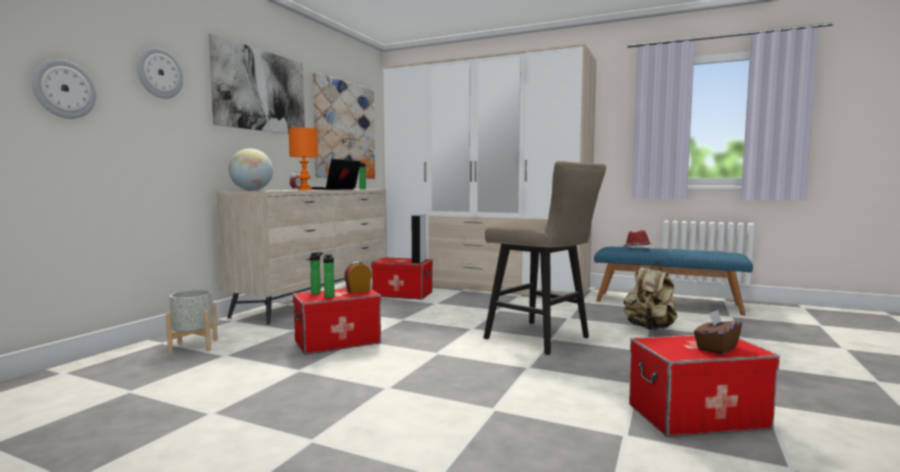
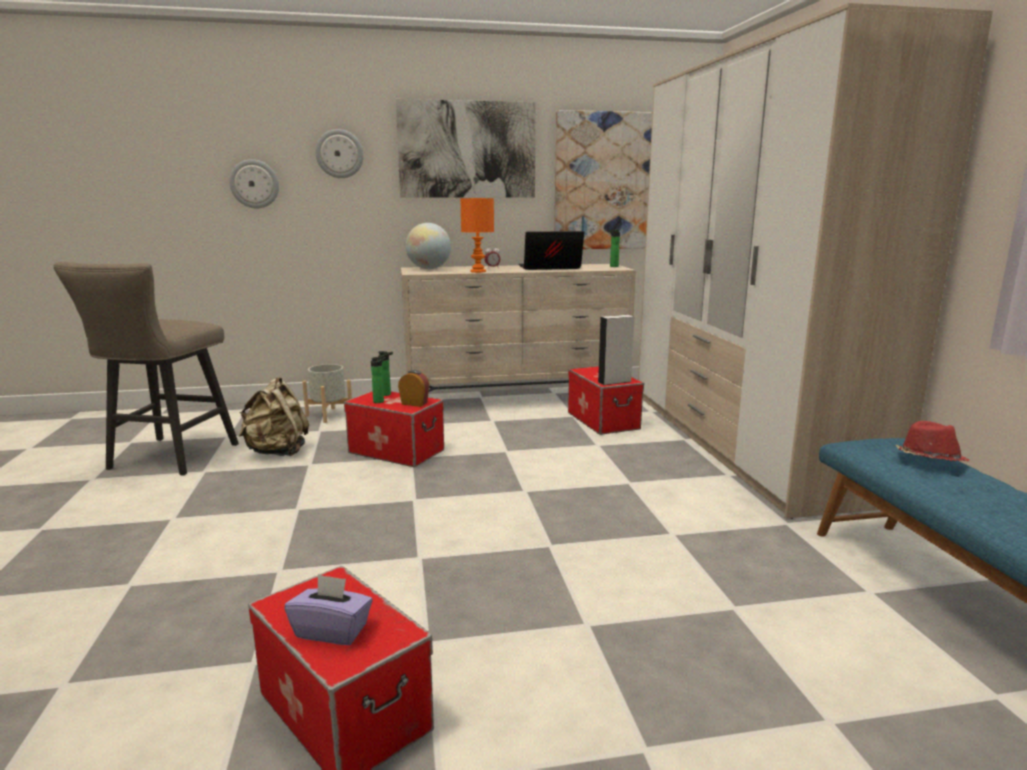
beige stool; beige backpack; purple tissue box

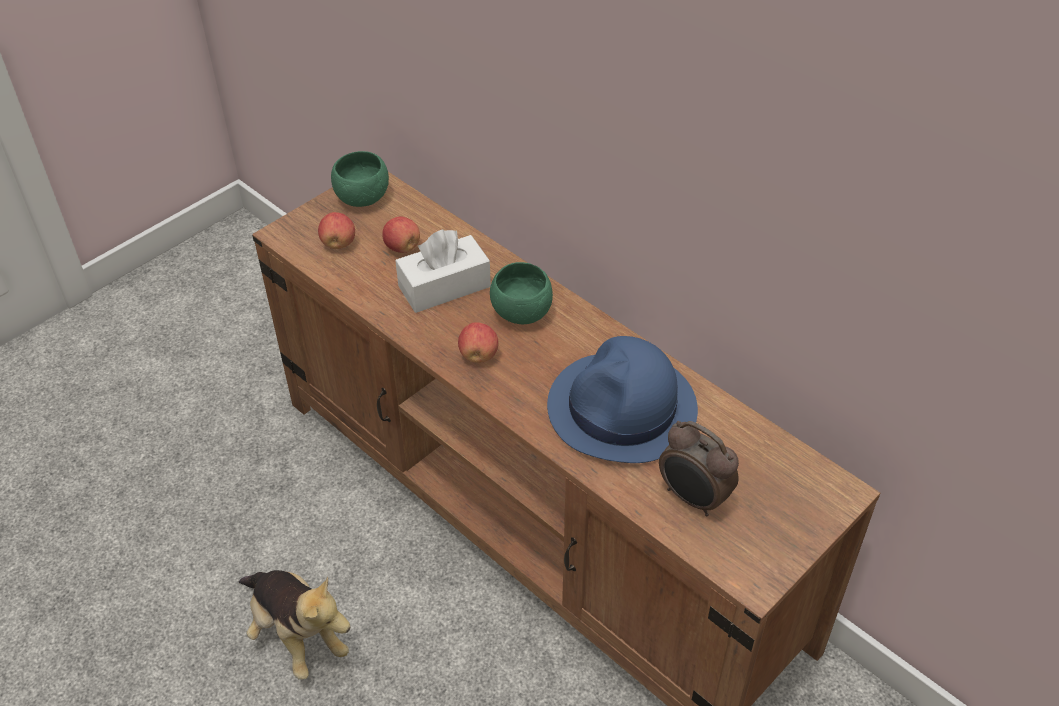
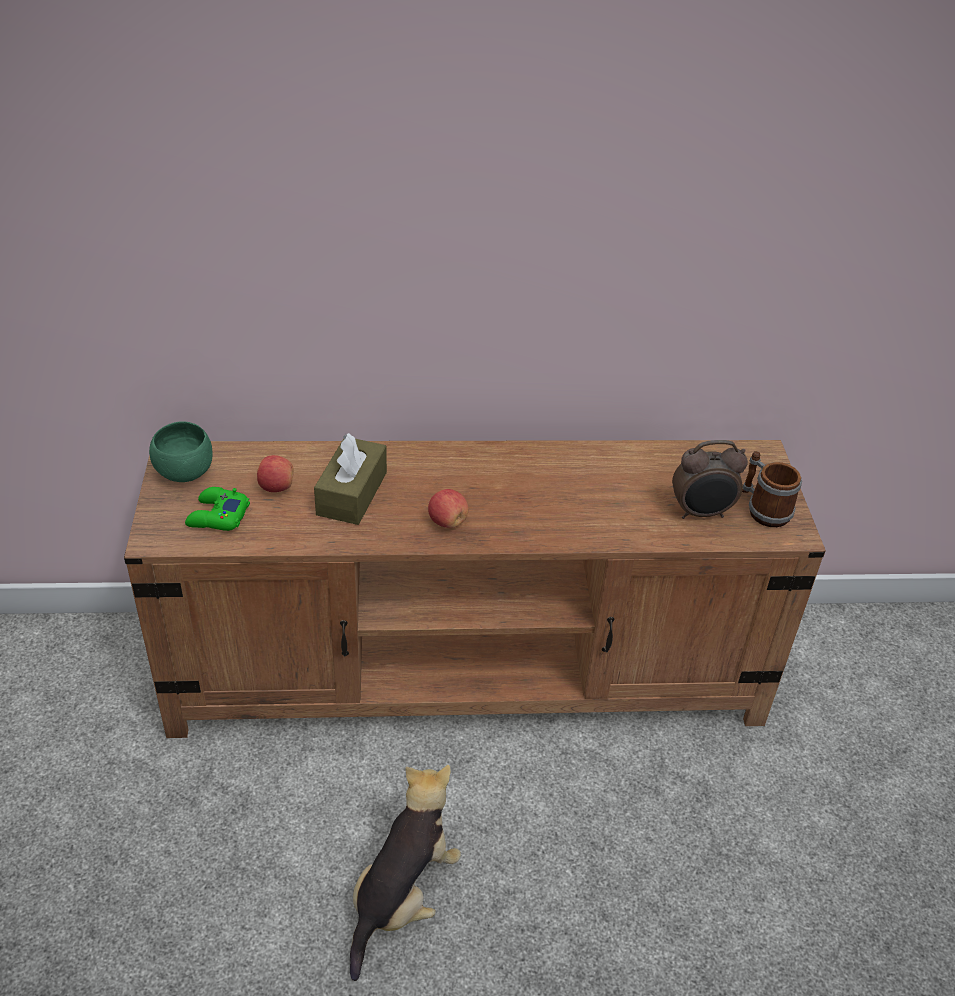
green bowl (no. 2 from left in the first image); blue hat; mug; green game controller; brown tissue box; plush toy

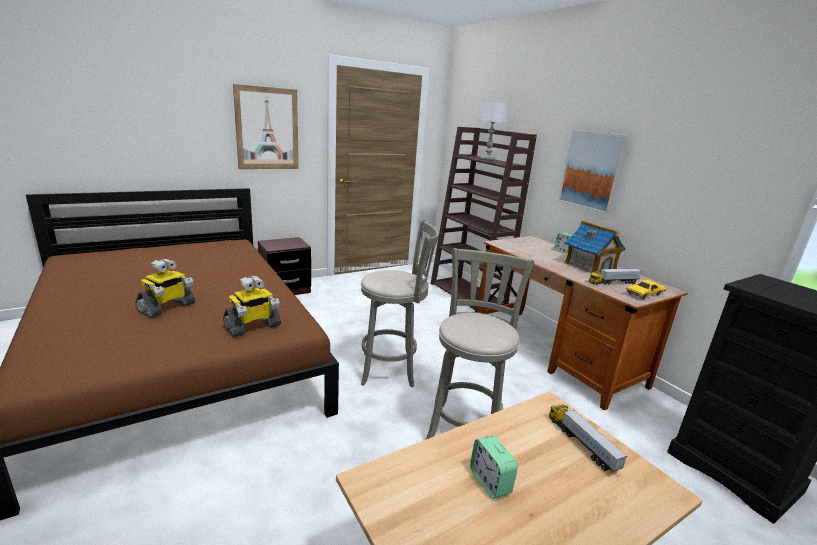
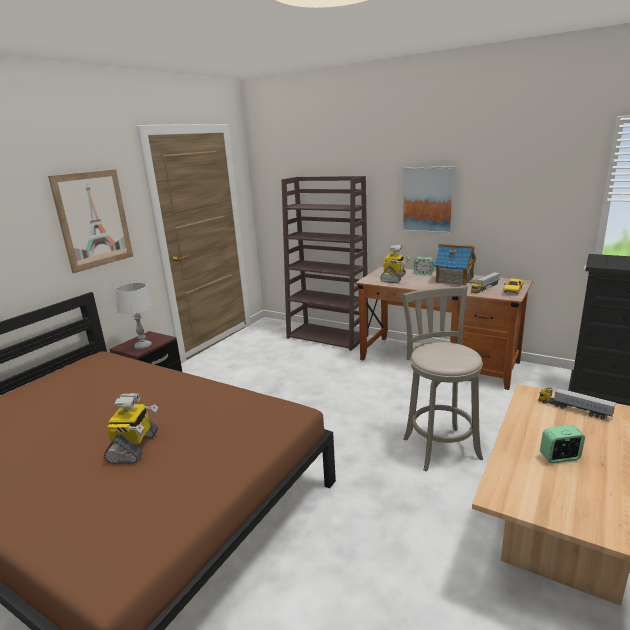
grey stool (no. 1 from left in the first image); toy robot (no. 2 from left); grey table lamp; alarm clock (no. 2 from left)

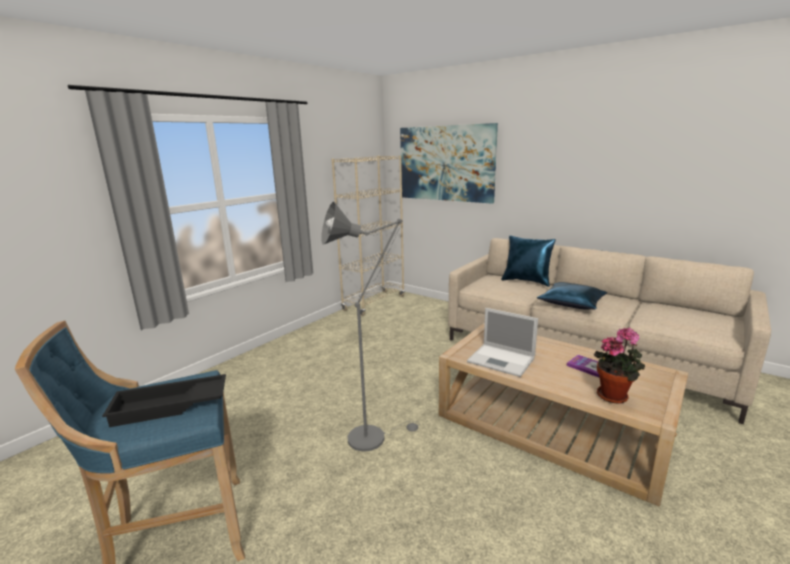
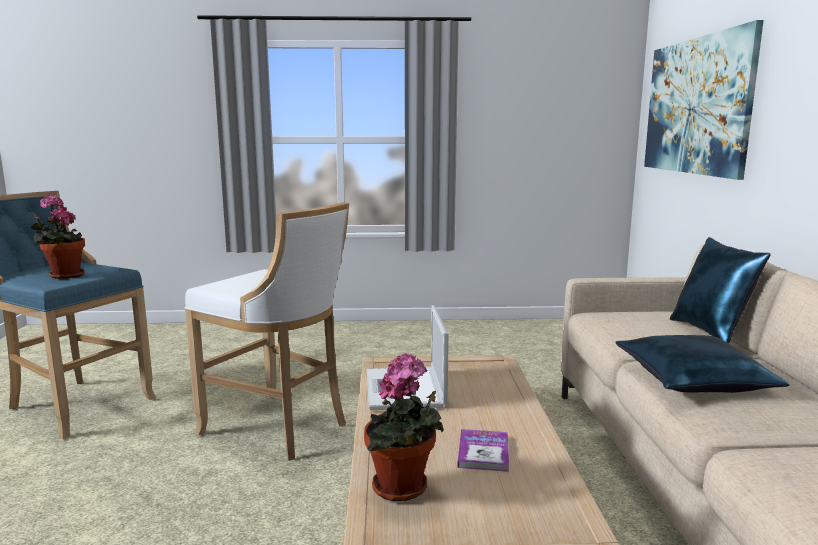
beige bookcase; potted plant (no. 1 from left); white stool

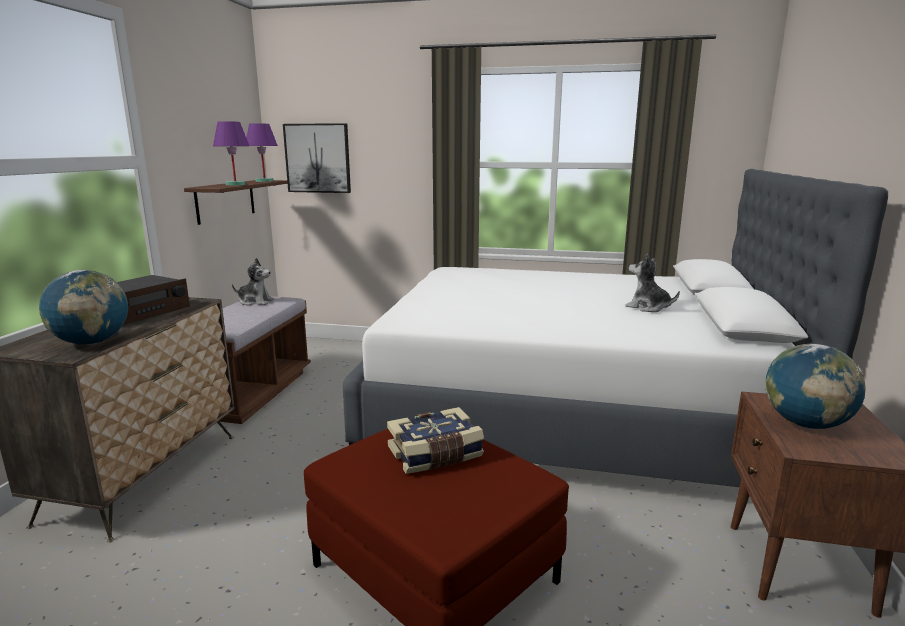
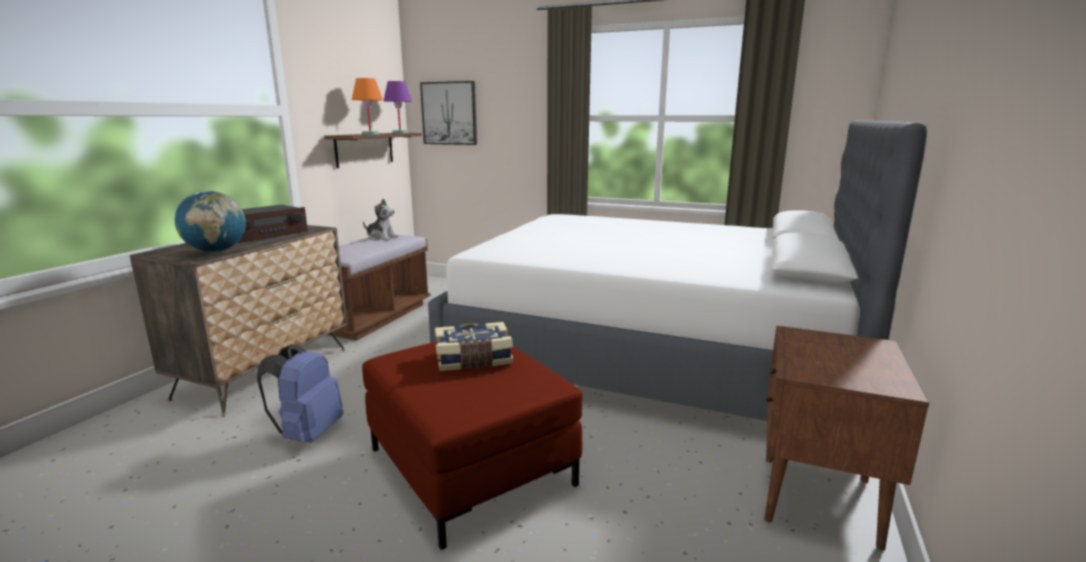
plush toy (no. 2 from left in the first image); globe (no. 2 from left in the first image); blue backpack; orange table lamp

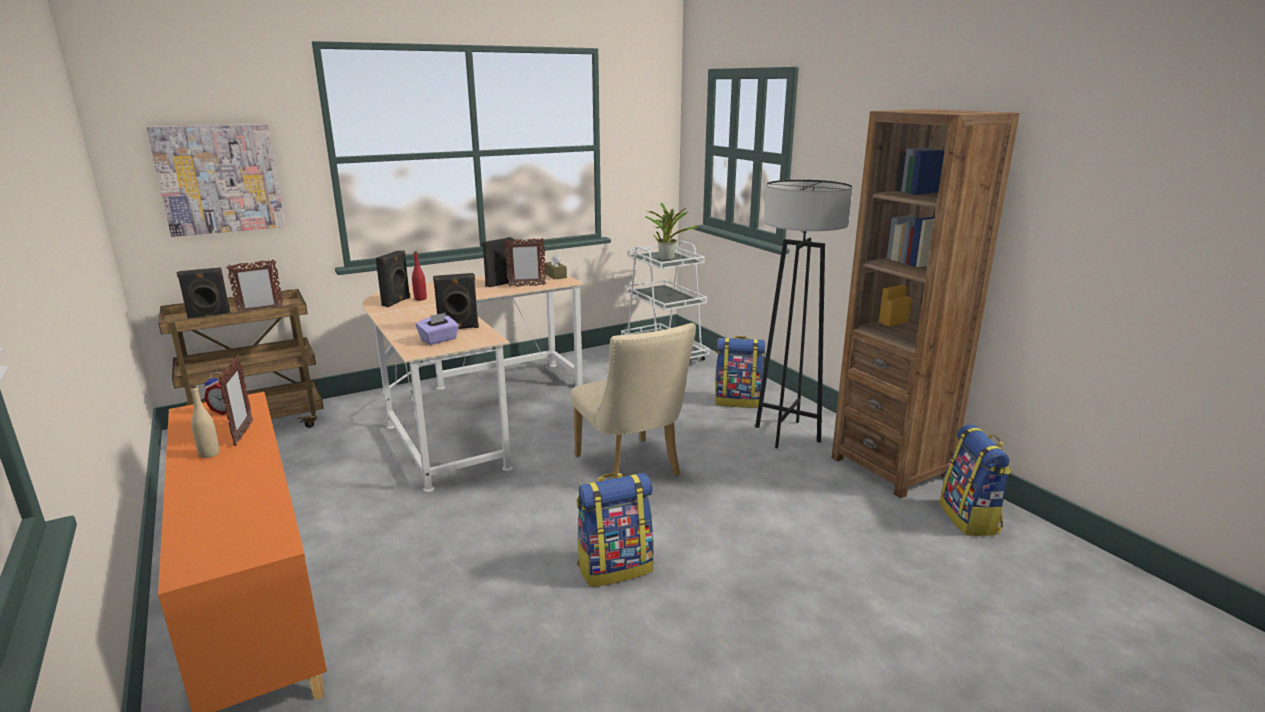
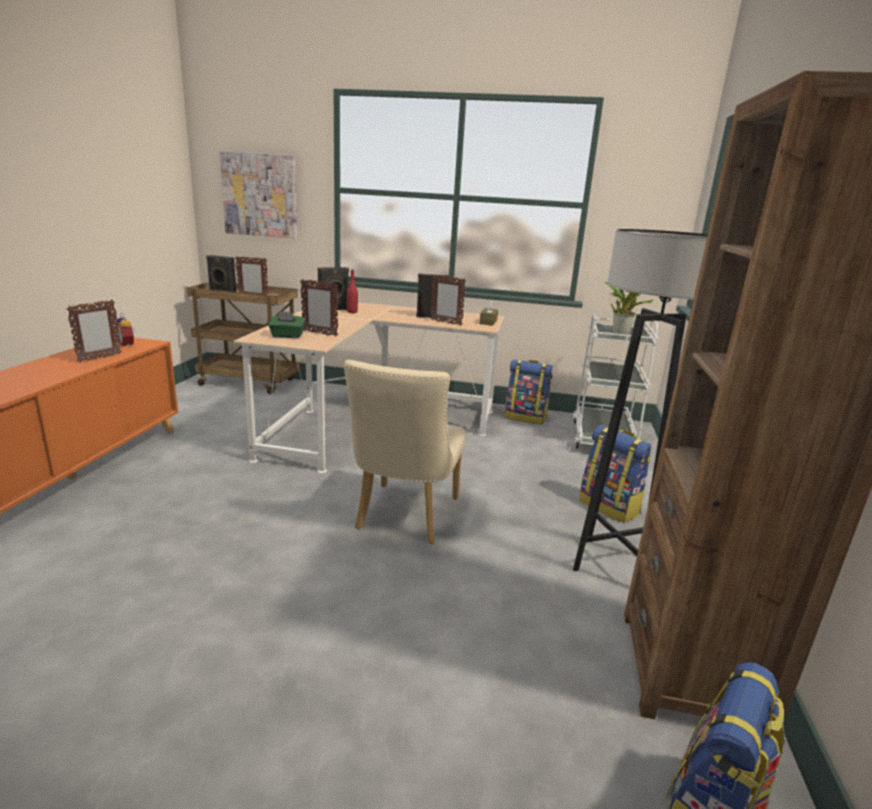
beige bottle; backpack (no. 1 from left); picture frame (no. 3 from left); green tissue box

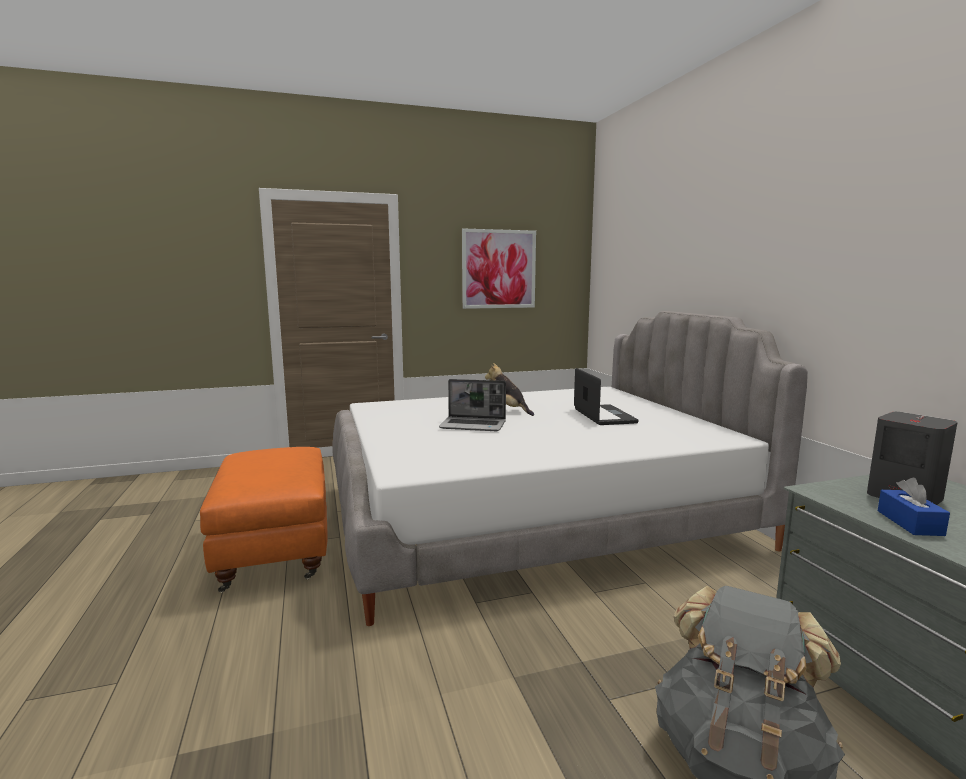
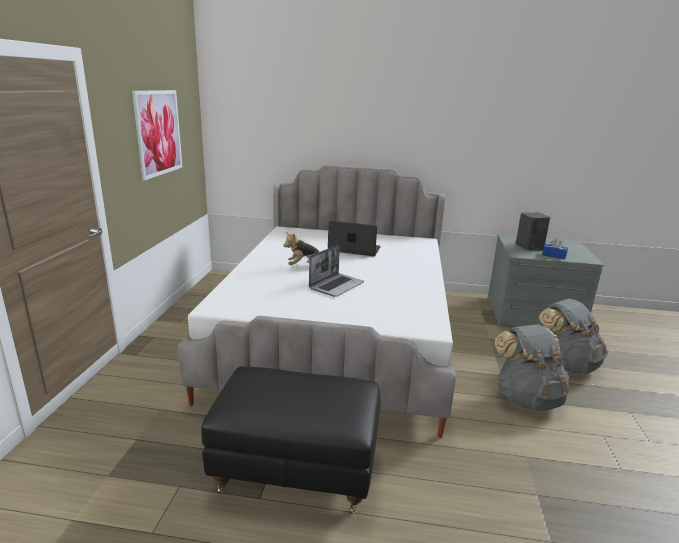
grey backpack (no. 1 from left); black ottoman

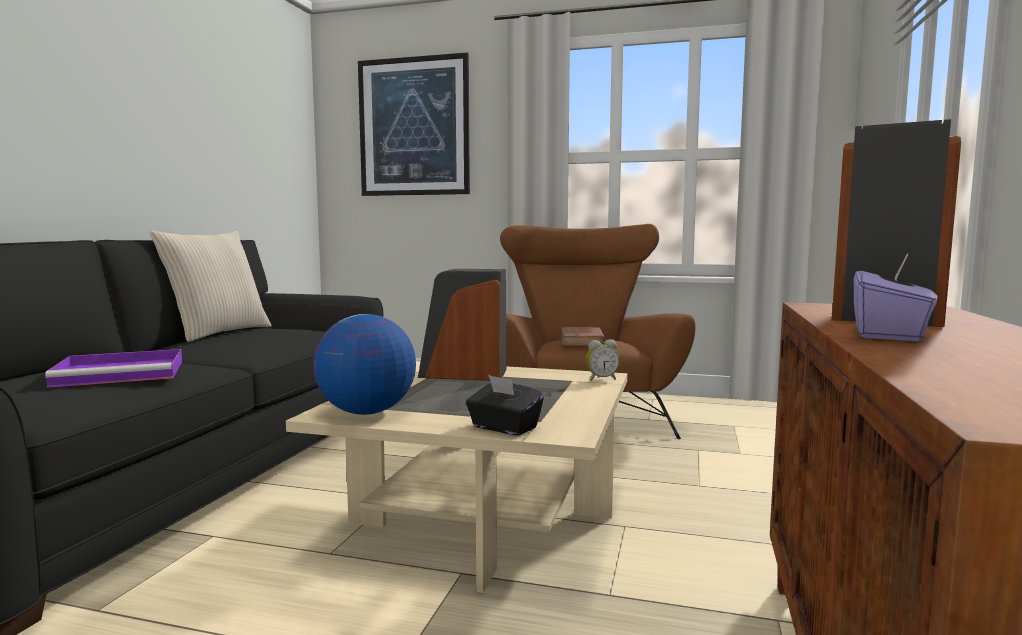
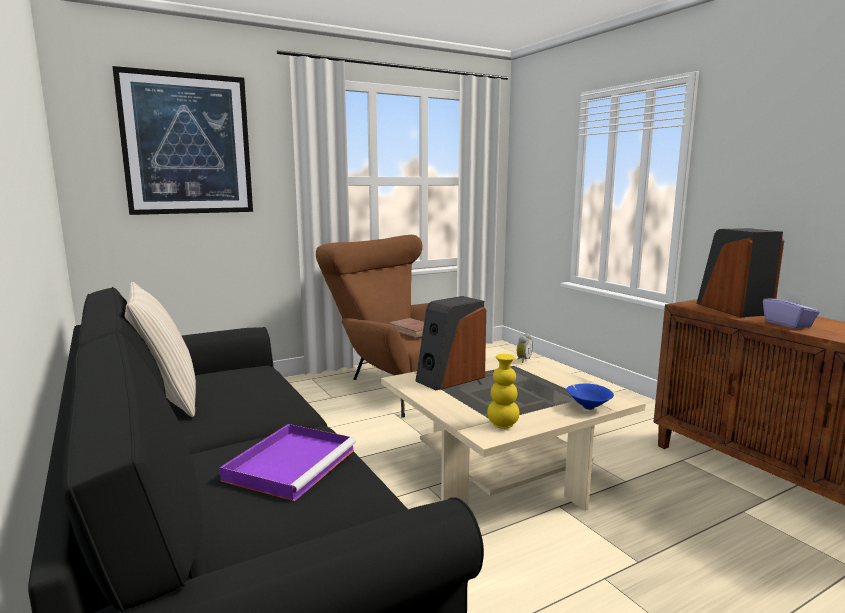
yellow vase; blue bowl

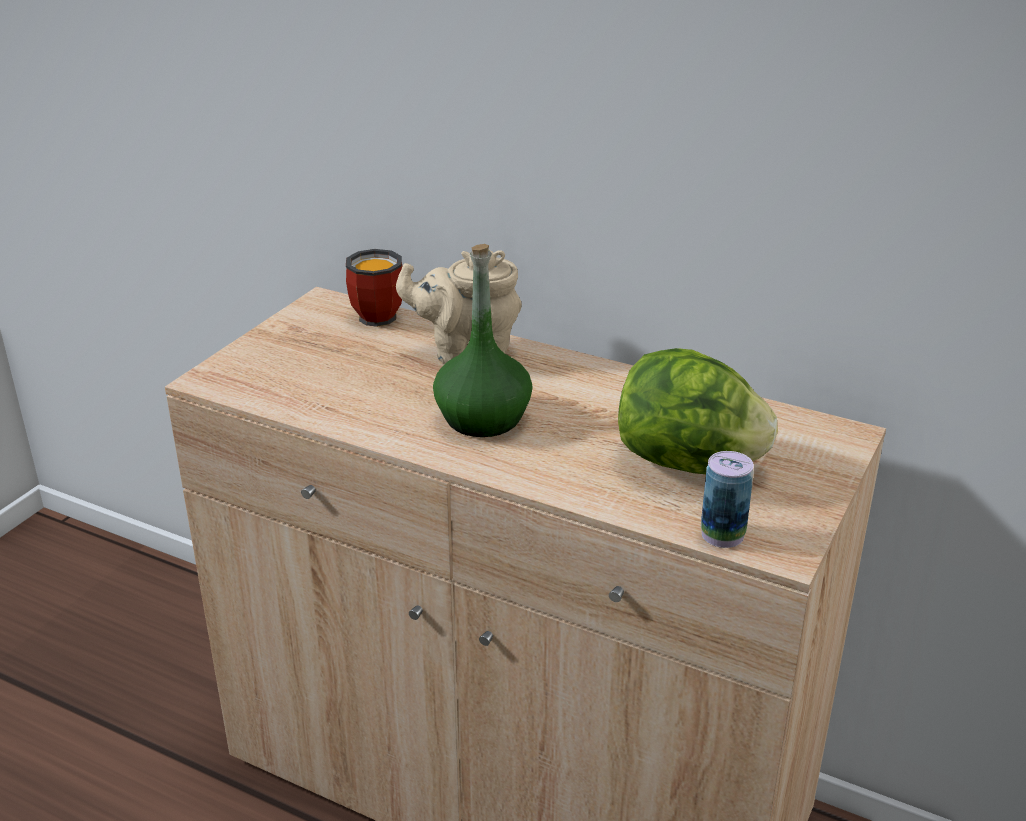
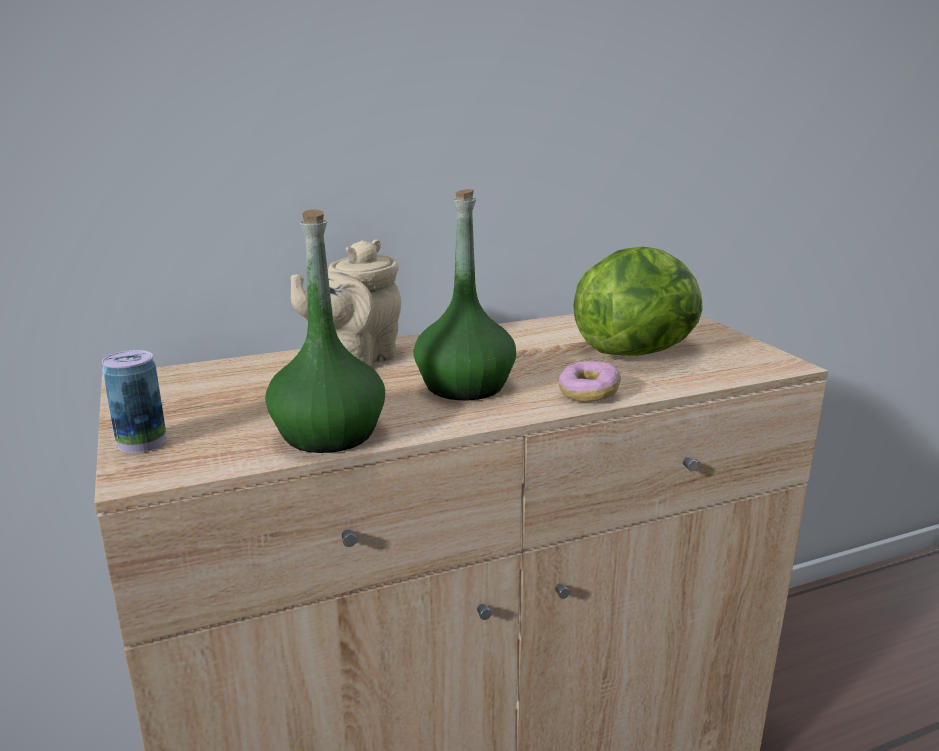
mug; green bottle (no. 1 from left); donut; can

